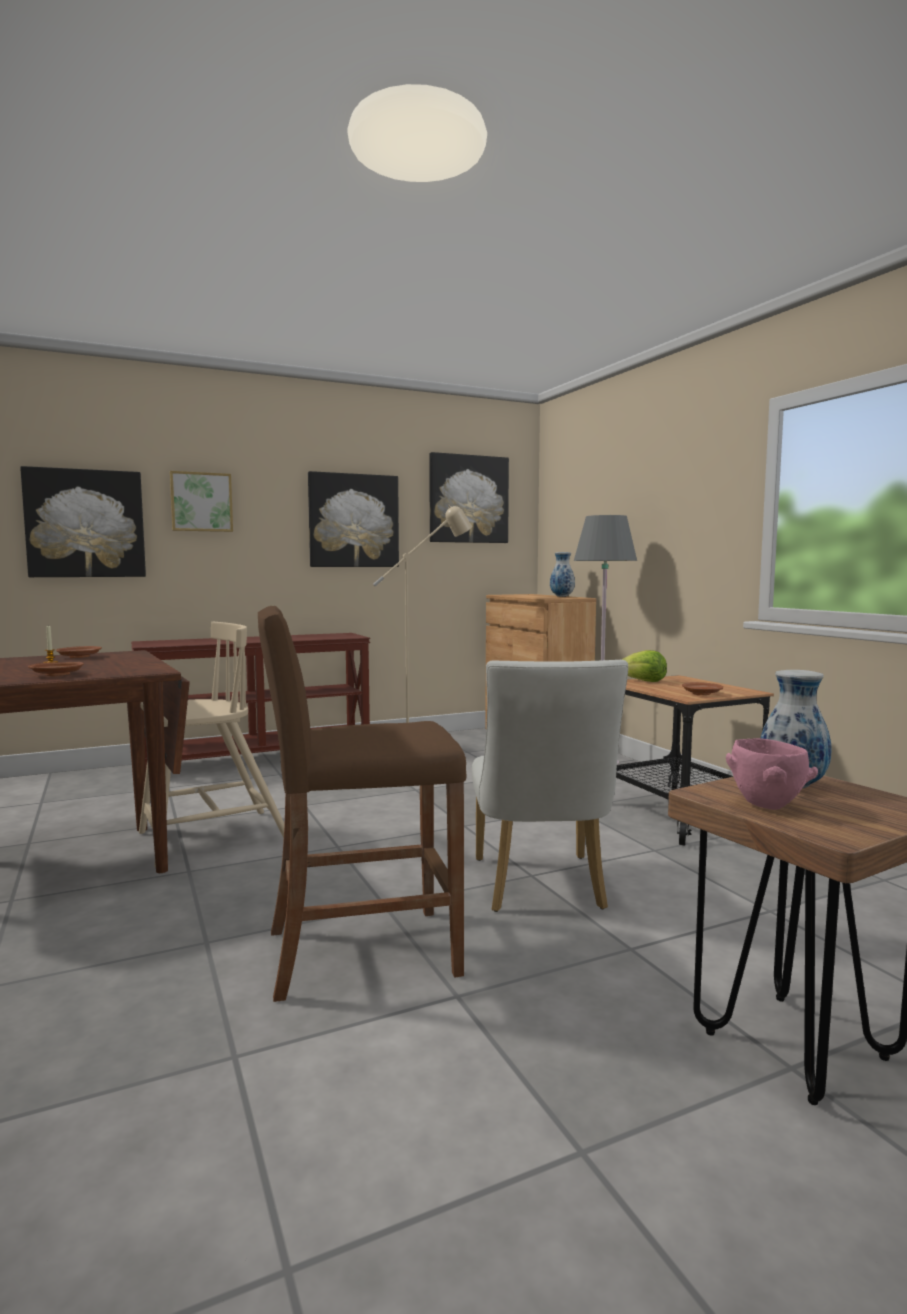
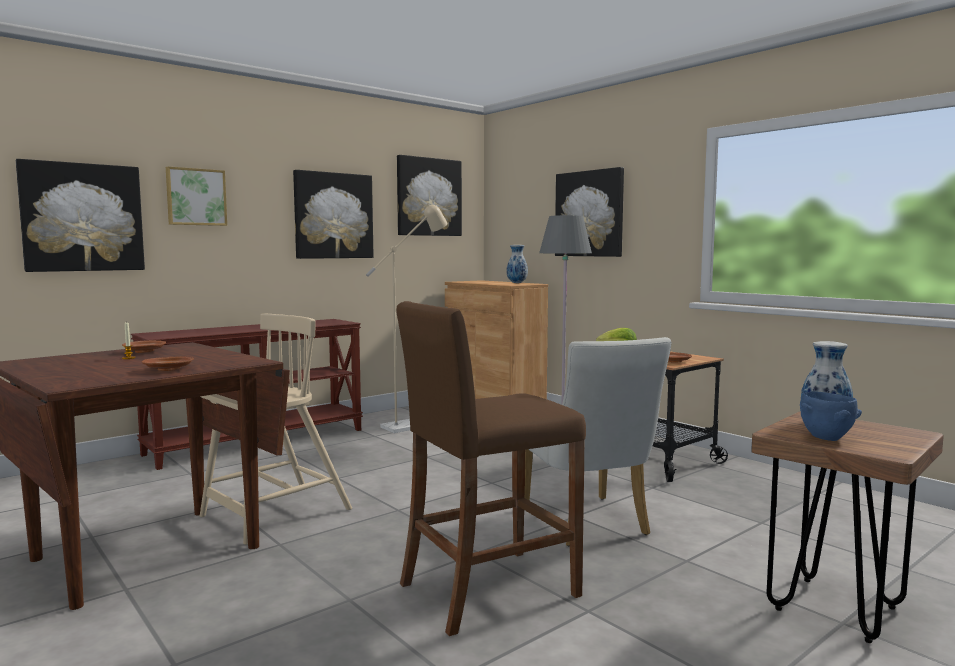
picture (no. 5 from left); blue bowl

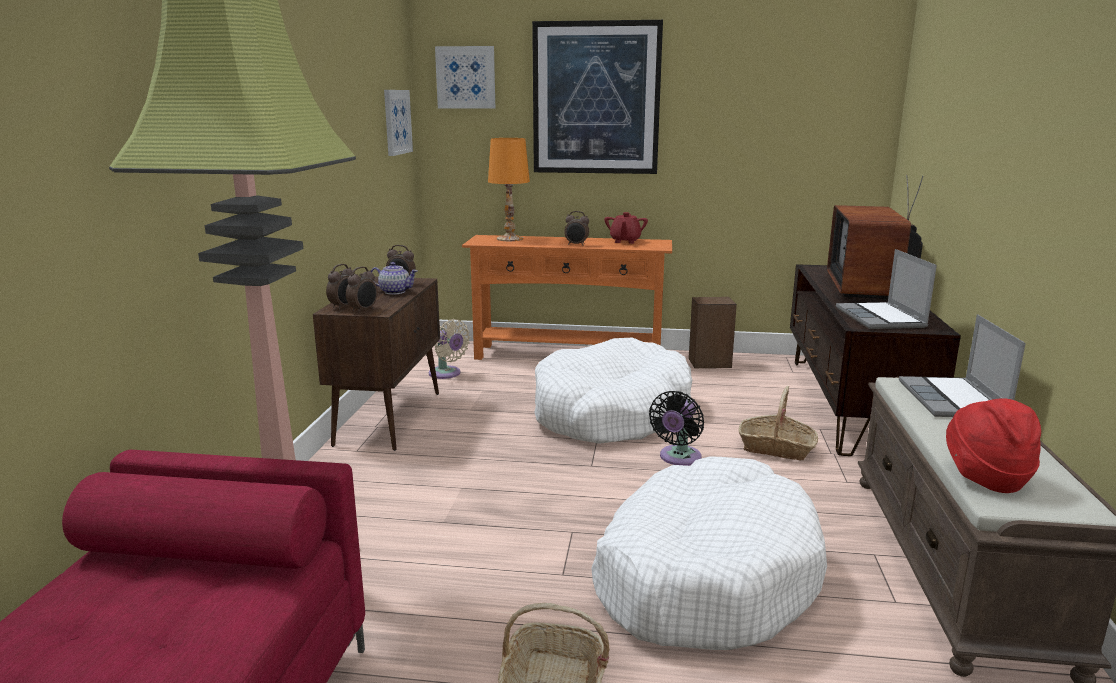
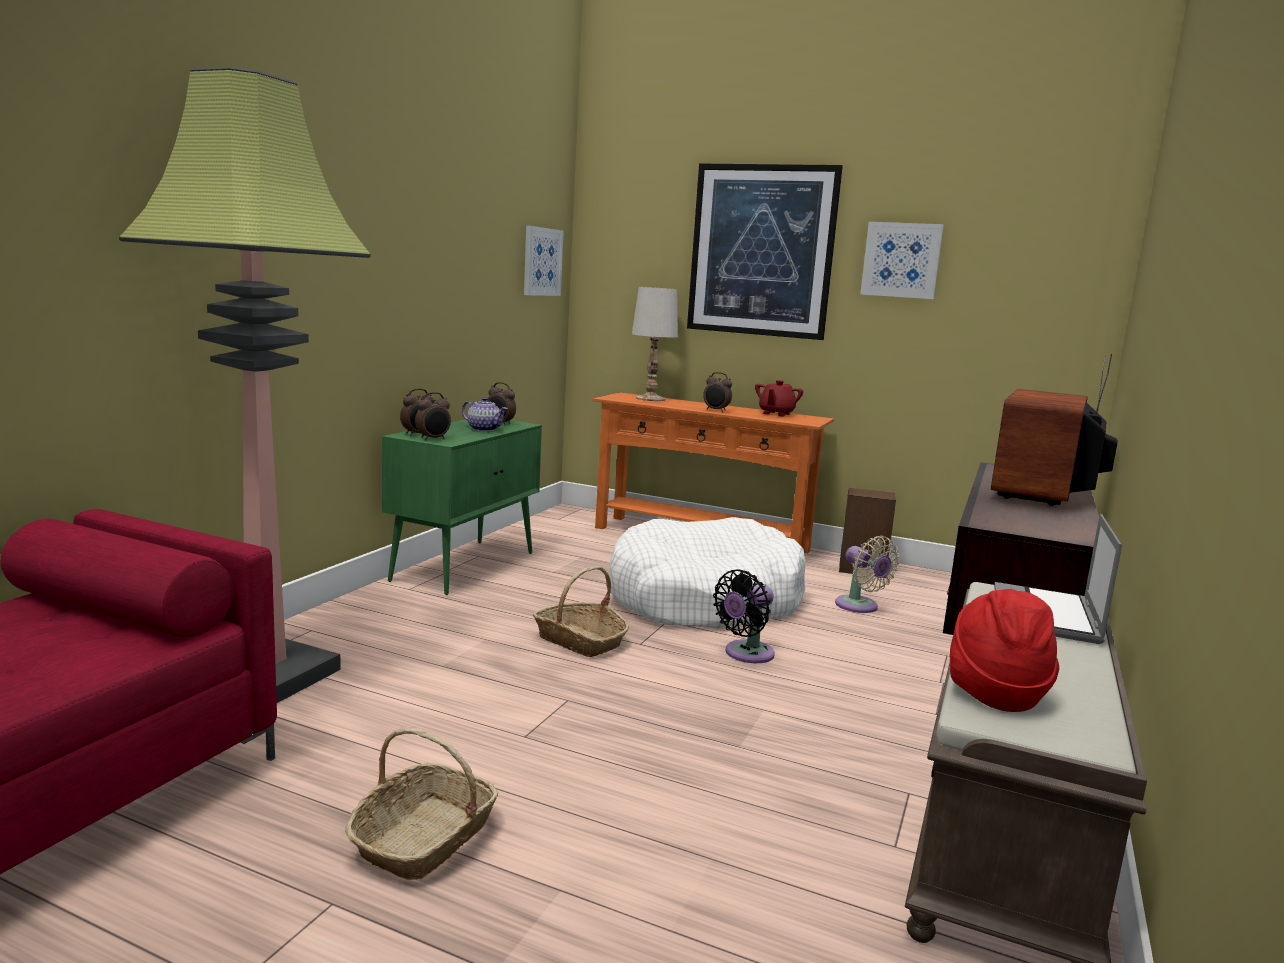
white dog bed (no. 2 from left in the first image); laptop (no. 1 from left in the first image); beige fan; picture (no. 3 from left); basket (no. 2 from left); green cabinet; white table lamp

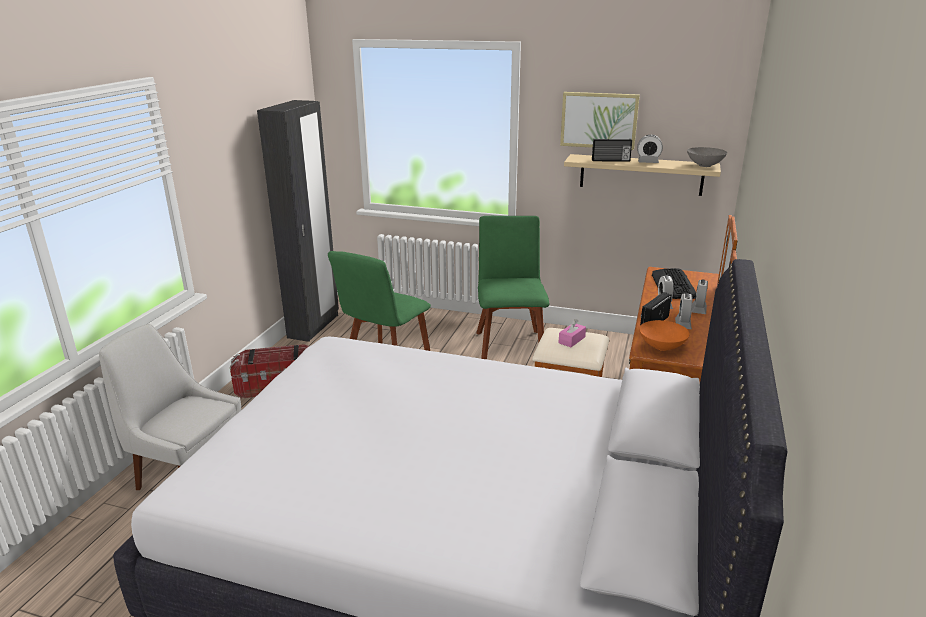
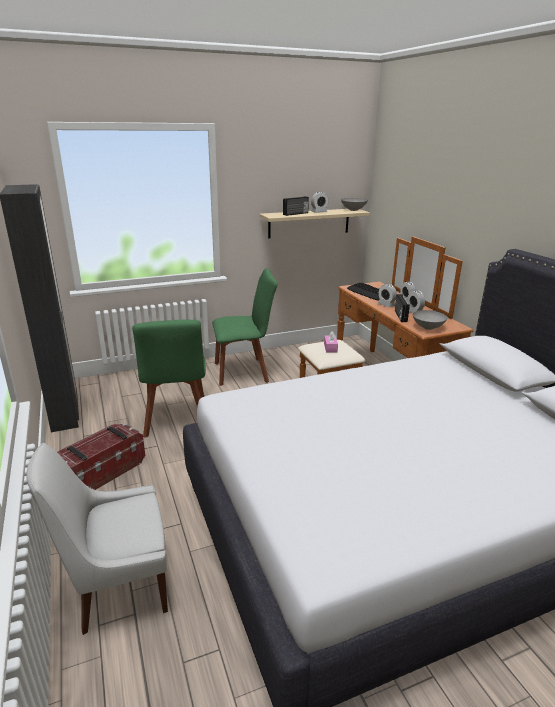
picture; grey bowl (no. 2 from left); green chair (no. 2 from left)

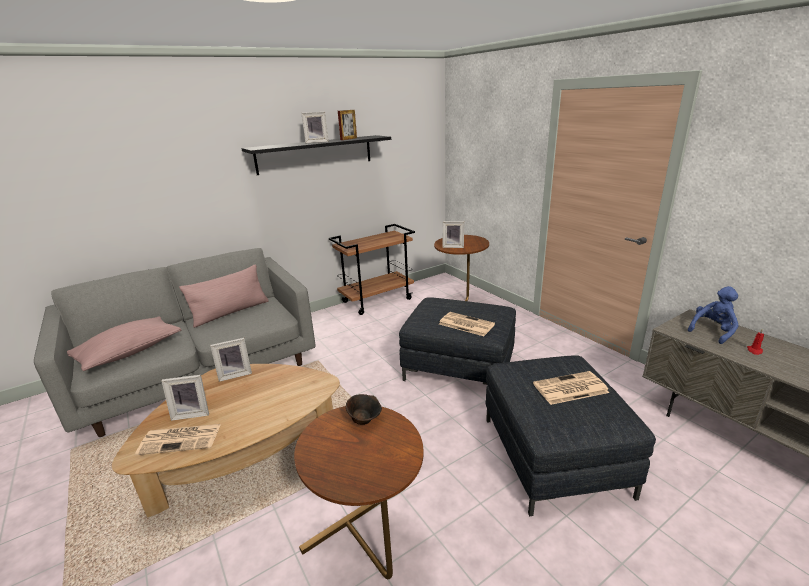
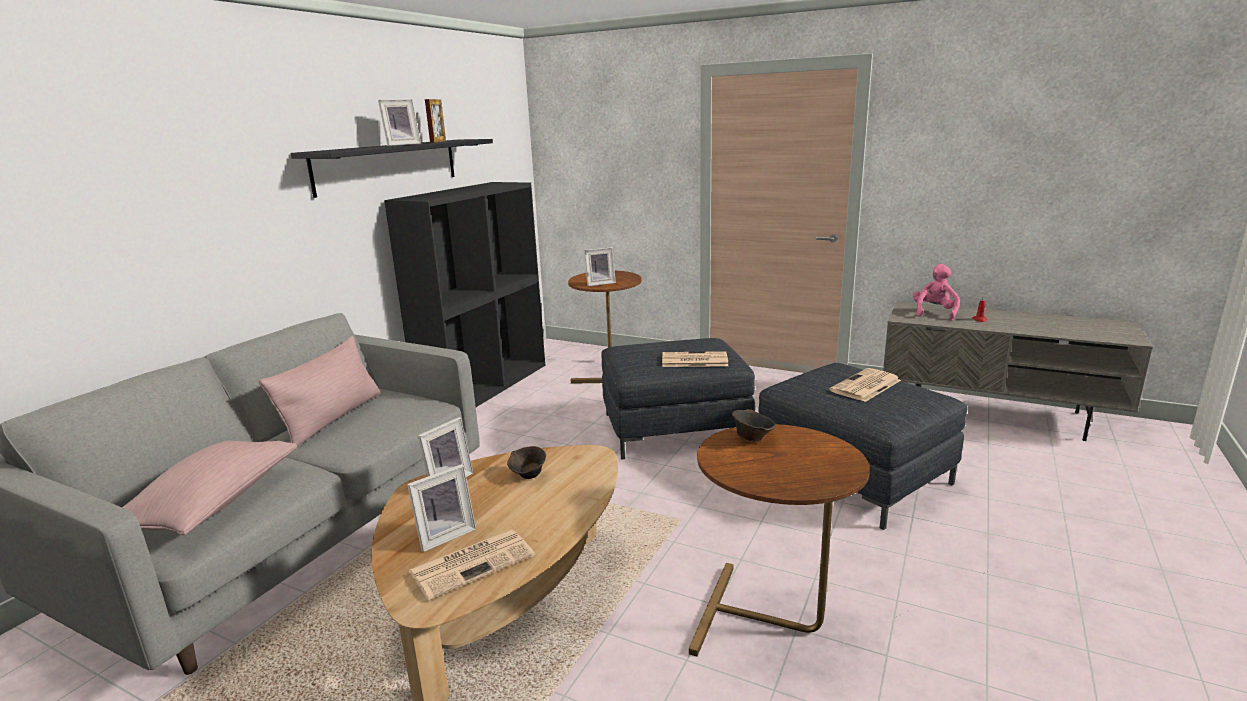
brown bowl (no. 1 from left); black bookcase; pink plush toy

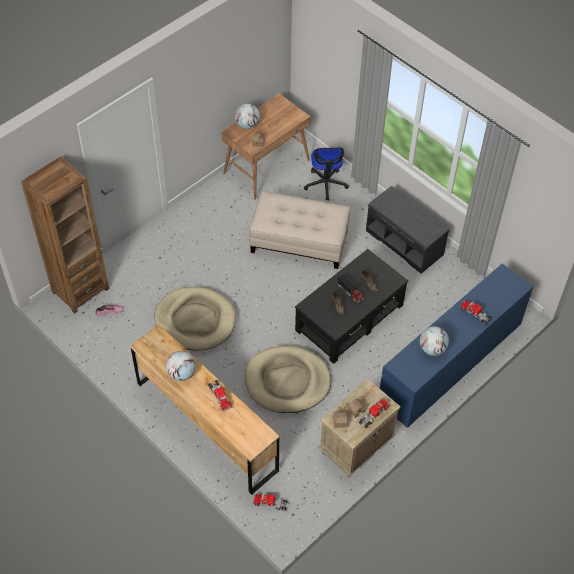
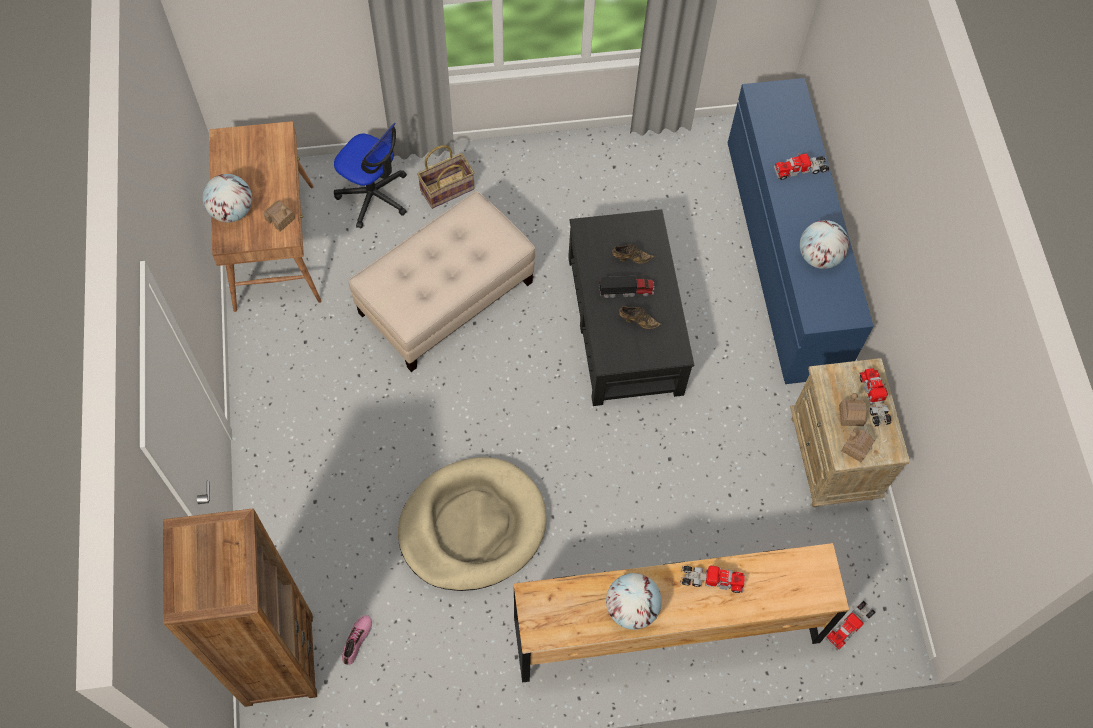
beige dog bed (no. 2 from left in the first image); grey bench; basket

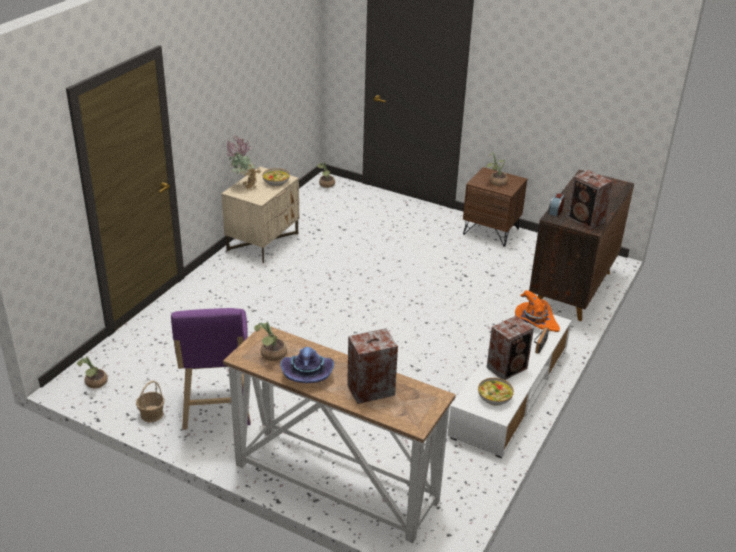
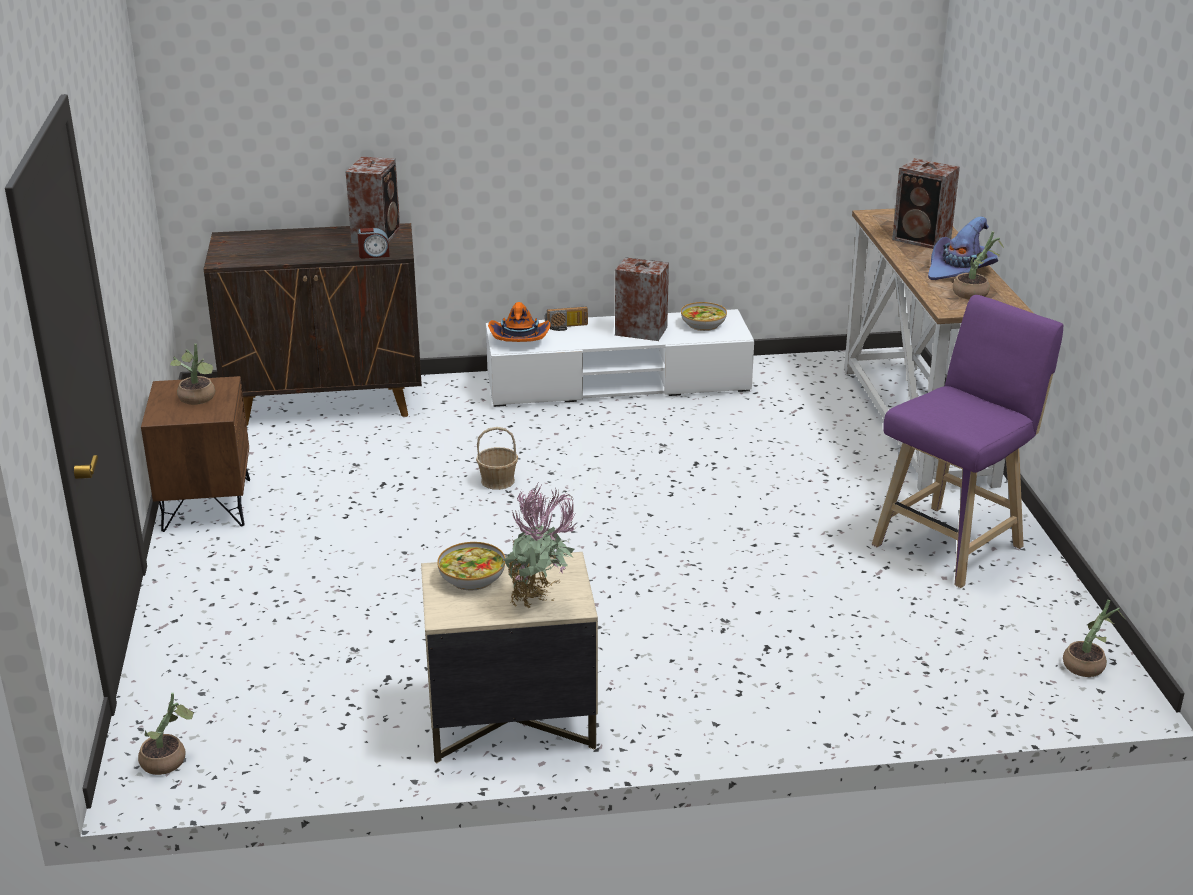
basket

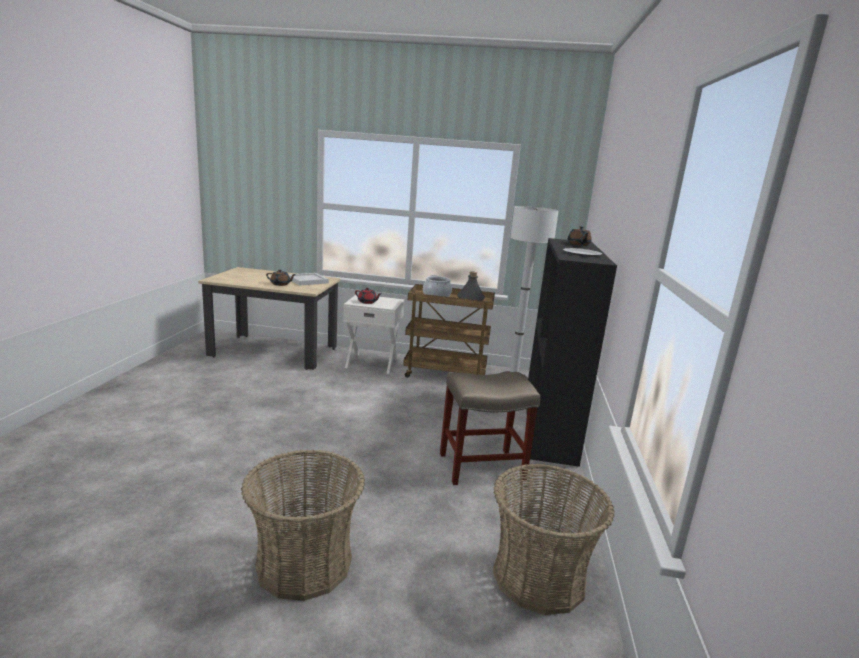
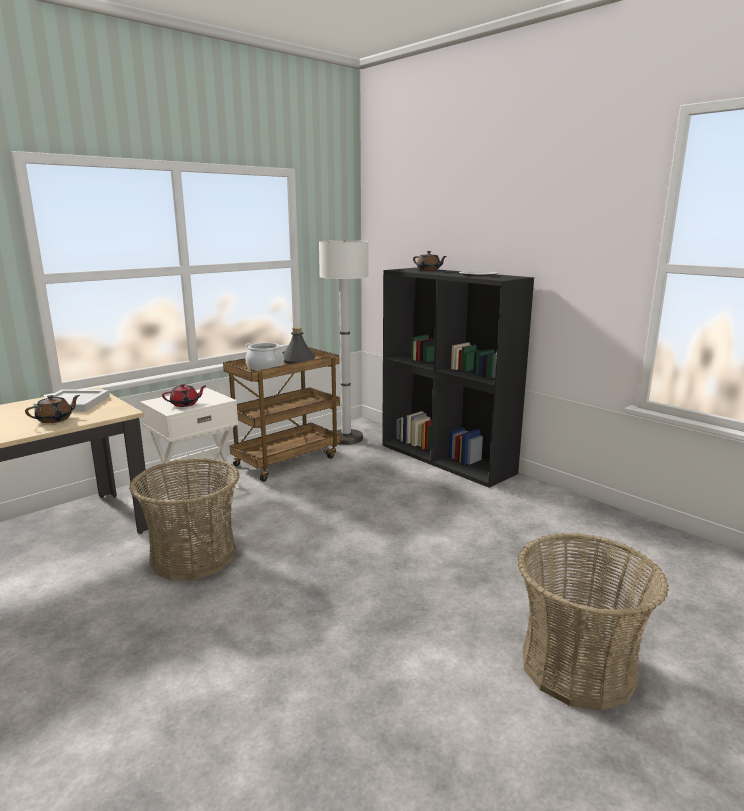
beige stool; basket (no. 1 from left)

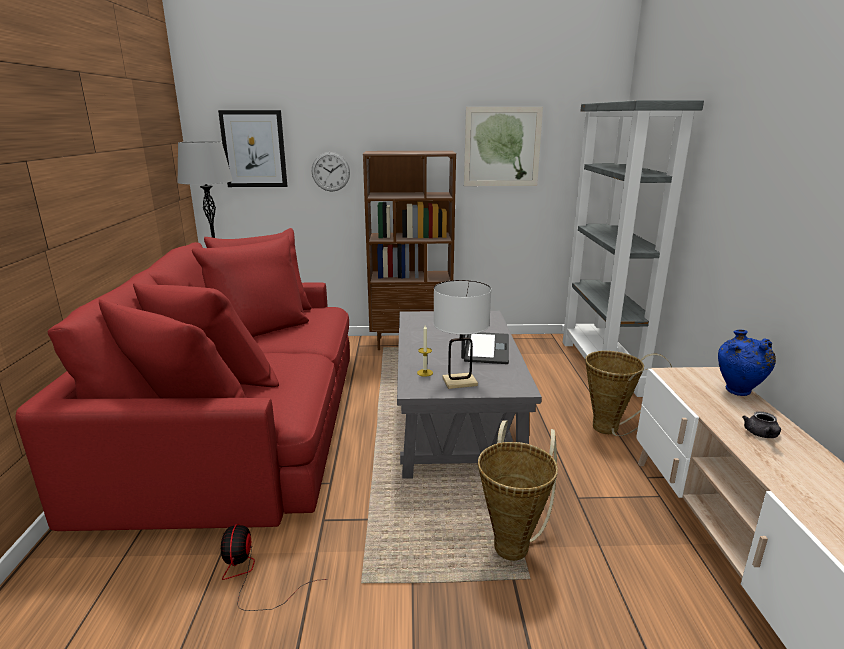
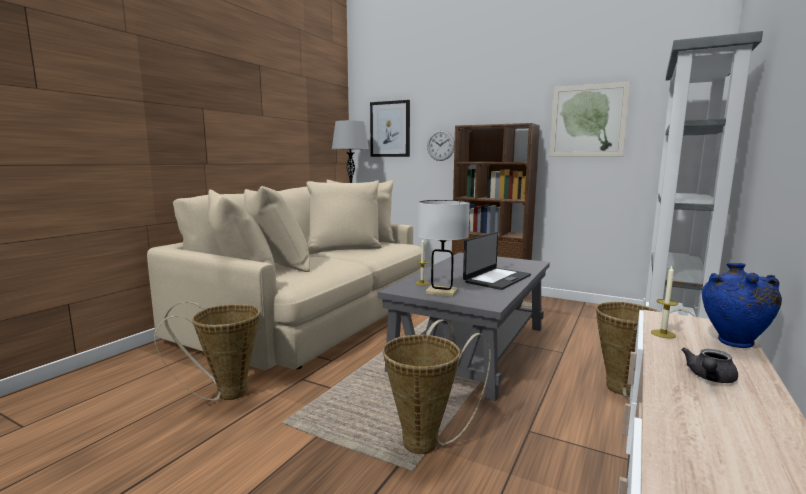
candle (no. 2 from left); basket (no. 1 from left); beige sofa

